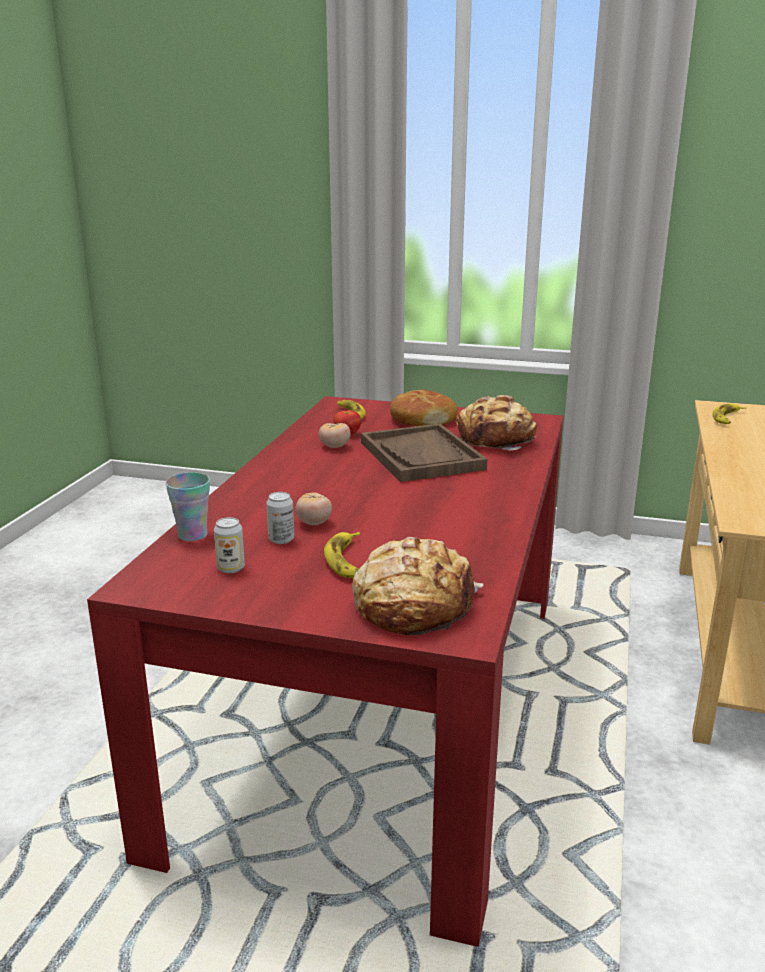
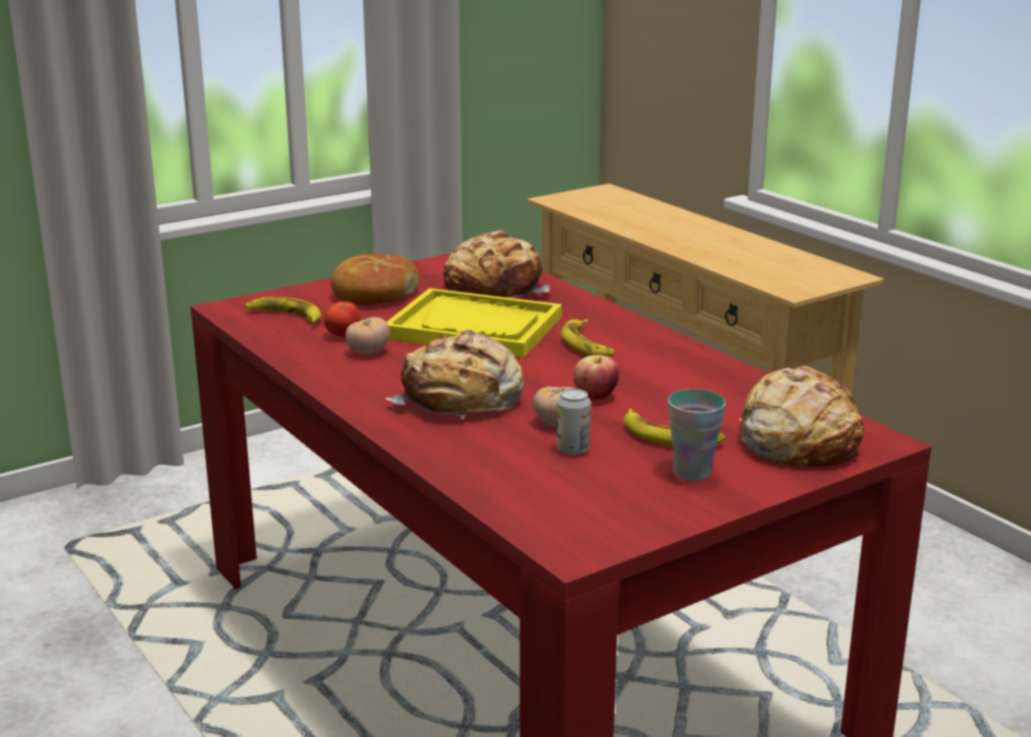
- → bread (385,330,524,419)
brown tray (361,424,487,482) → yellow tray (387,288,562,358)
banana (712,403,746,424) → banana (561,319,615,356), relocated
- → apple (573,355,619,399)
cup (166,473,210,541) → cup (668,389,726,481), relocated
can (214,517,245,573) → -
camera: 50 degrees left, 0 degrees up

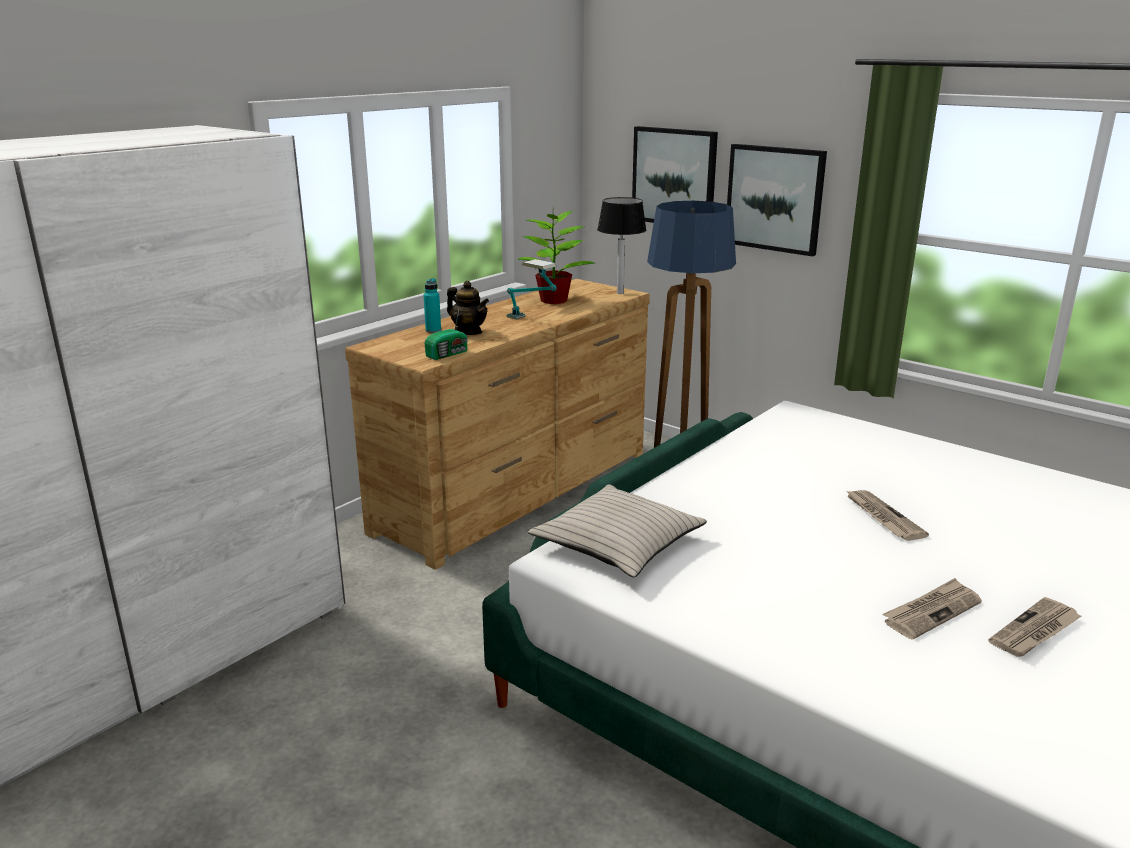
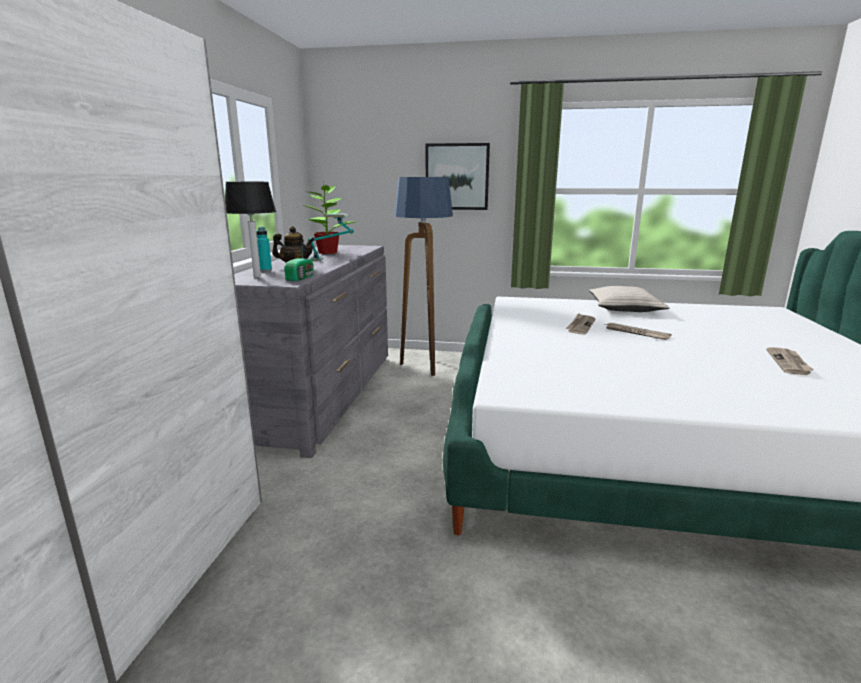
table lamp (597,197,647,294) → table lamp (225,182,276,278), relocated
brown dresser (345,279,650,570) → grey dresser (234,245,388,458)
newspaper (882,578,982,640) → newspaper (565,313,595,335), relocated
beige pillow (528,485,707,578) → beige pillow (589,286,669,312), relocated
picture (632,126,718,223) → -
camera: 30 degrees left, 5 degrees down

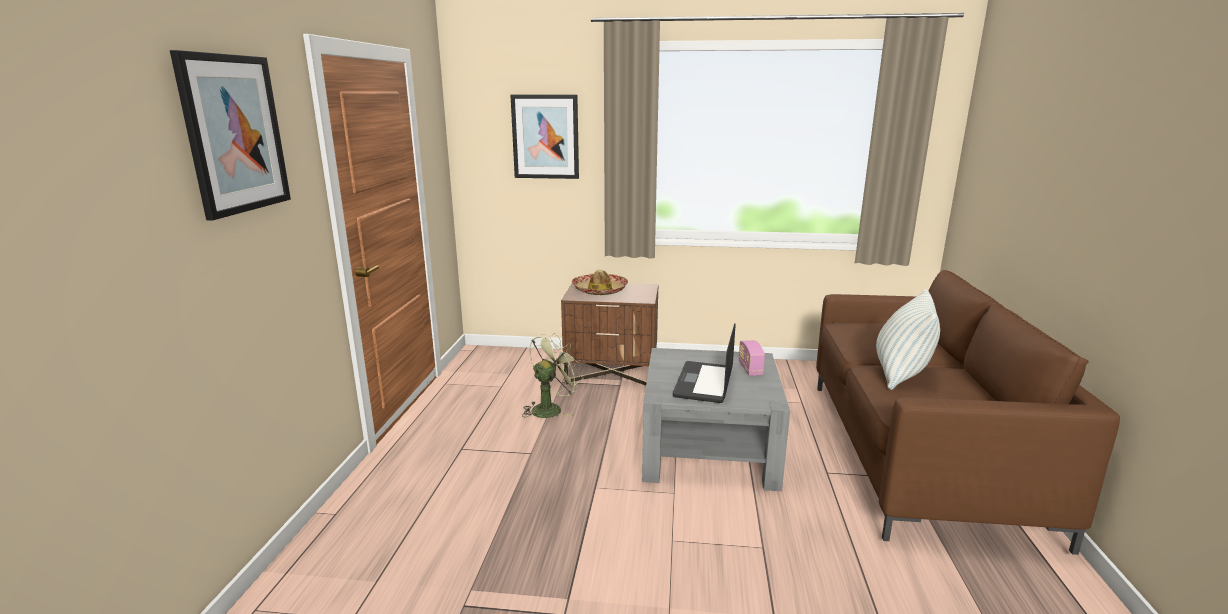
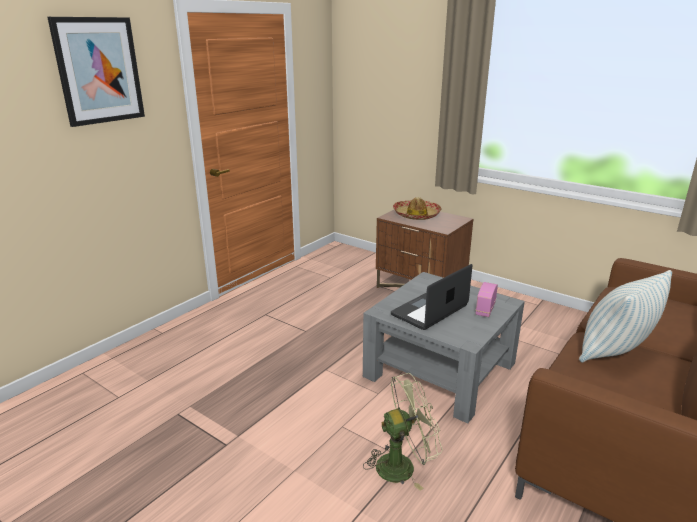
green fan (522,333,583,418) → green fan (363,373,443,491), relocated
picture (510,95,579,179) → -
camera: 30 degrees right, 5 degrees up

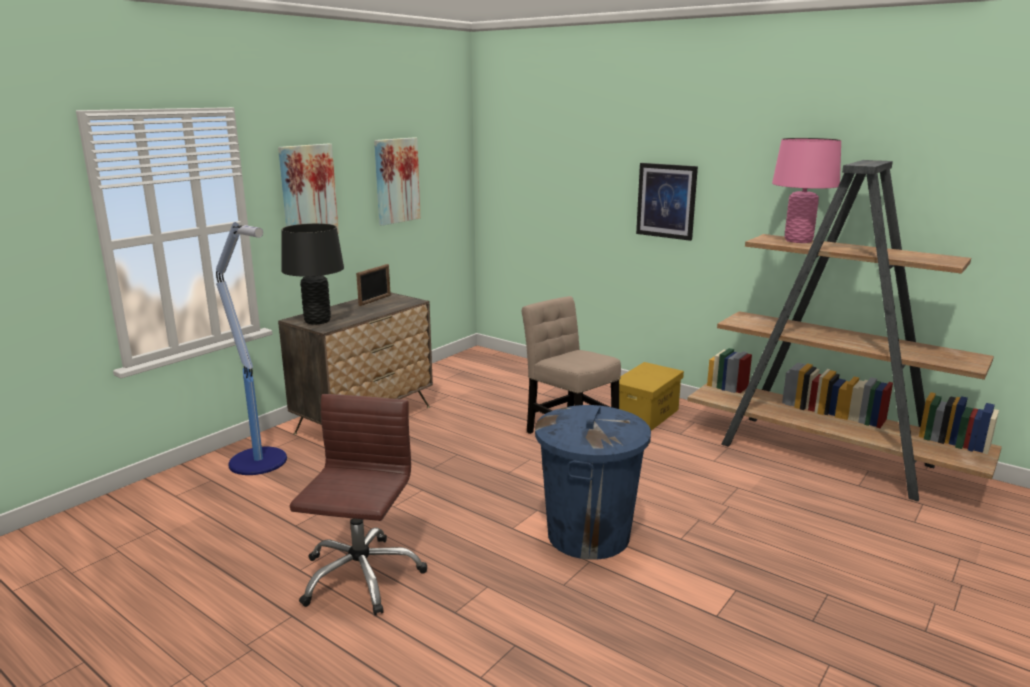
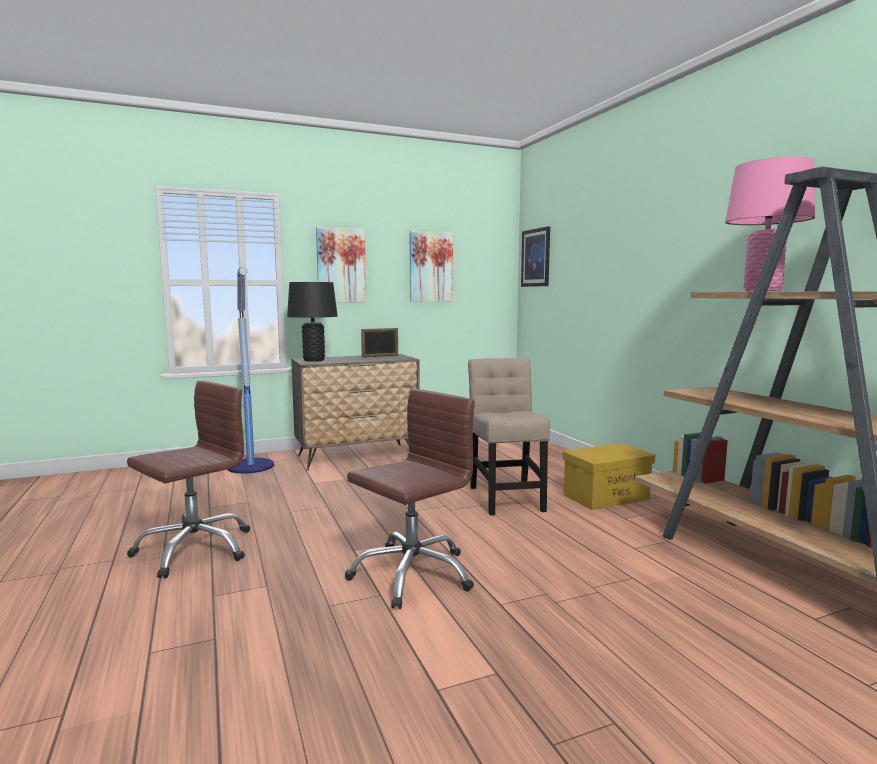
blue trash can (535,405,651,560) → brown office chair (345,389,475,609)
picture (636,163,698,241) → picture (521,226,550,287), relocated
camera: 30 degrees right, 10 degrees down

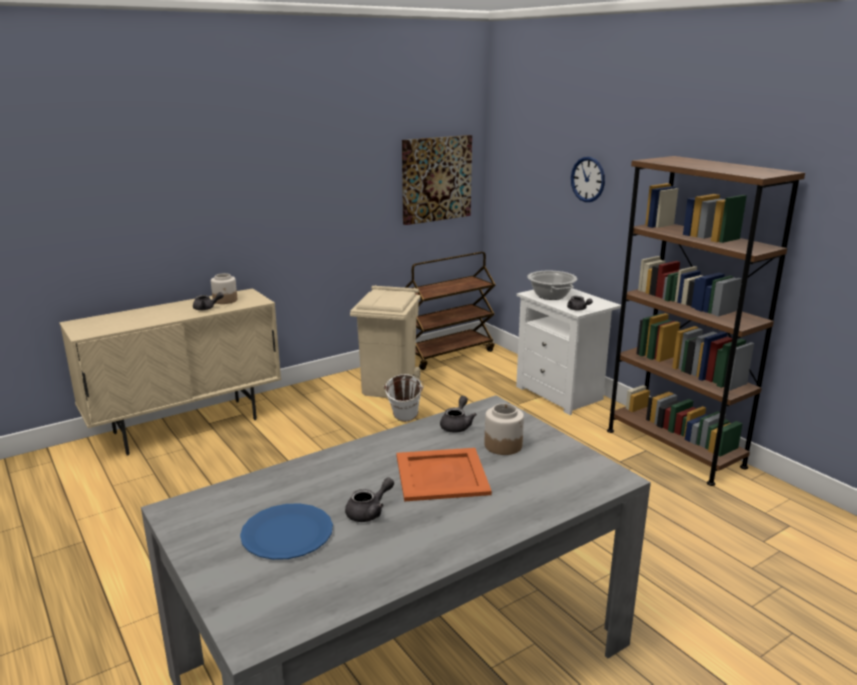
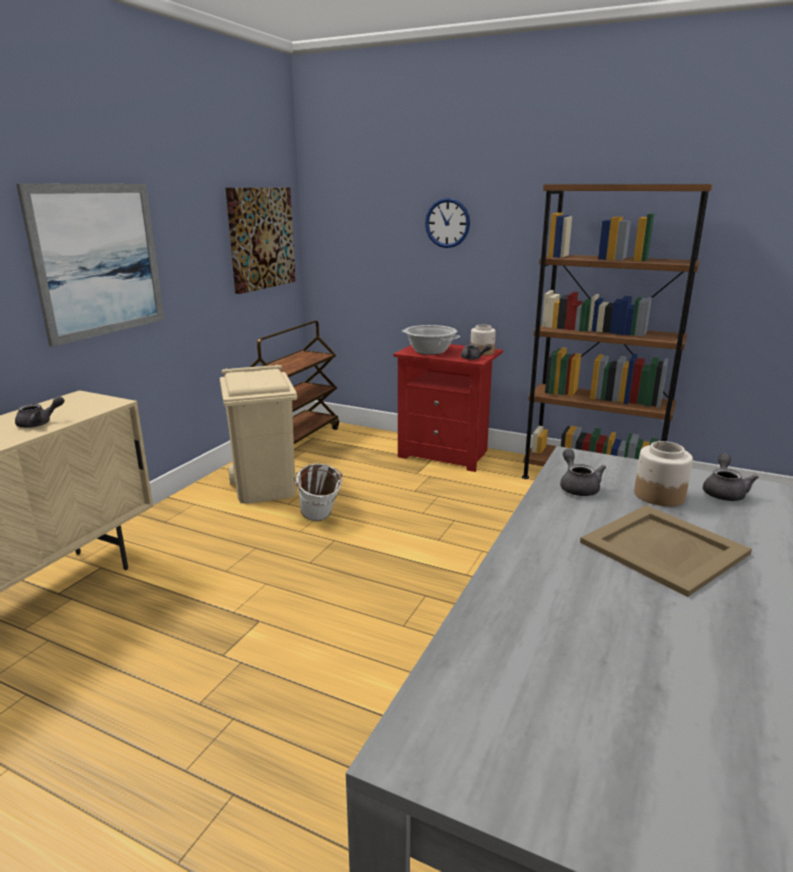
- → picture (16,183,164,347)
white nightstand (516,288,621,415) → red nightstand (394,344,503,472)
jar (211,273,237,304) → jar (470,325,496,355), relocated
orange tray (396,448,492,502) → beige tray (580,505,752,597)
grey teapot (345,477,394,522) → grey teapot (703,453,759,501), relocated
blue plate (240,503,333,560) → -
camera: 30 degrees left, 0 degrees up

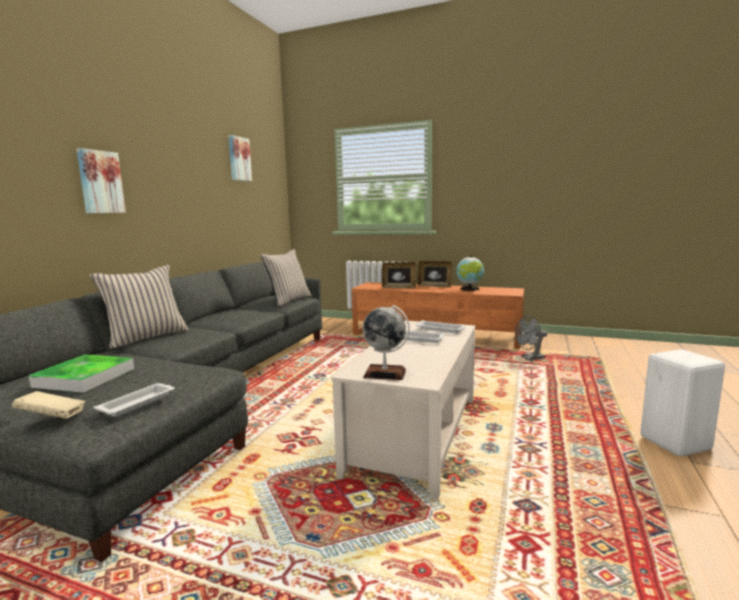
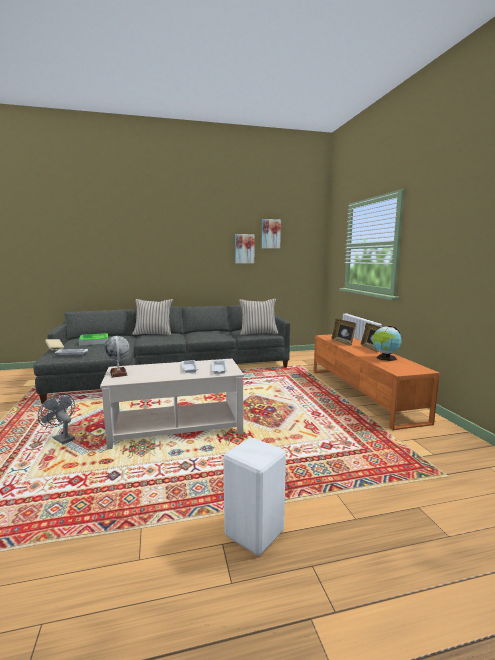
grey fan (515,315,548,361) → grey fan (38,394,75,444), relocated
picture (77,148,126,213) → picture (235,234,254,263), relocated
camera: 55 degrees right, 0 degrees up

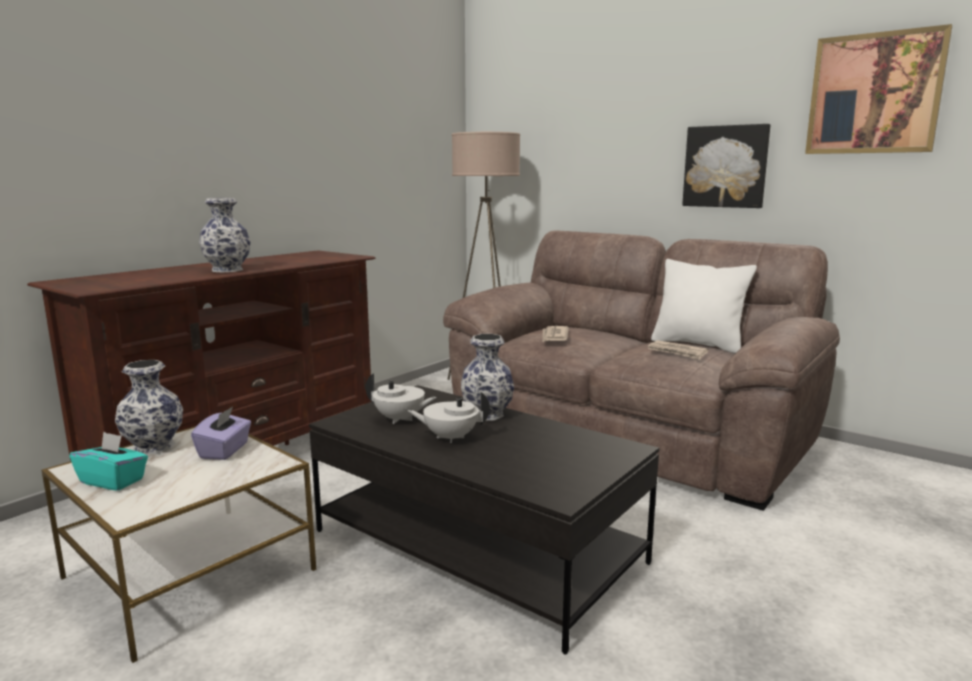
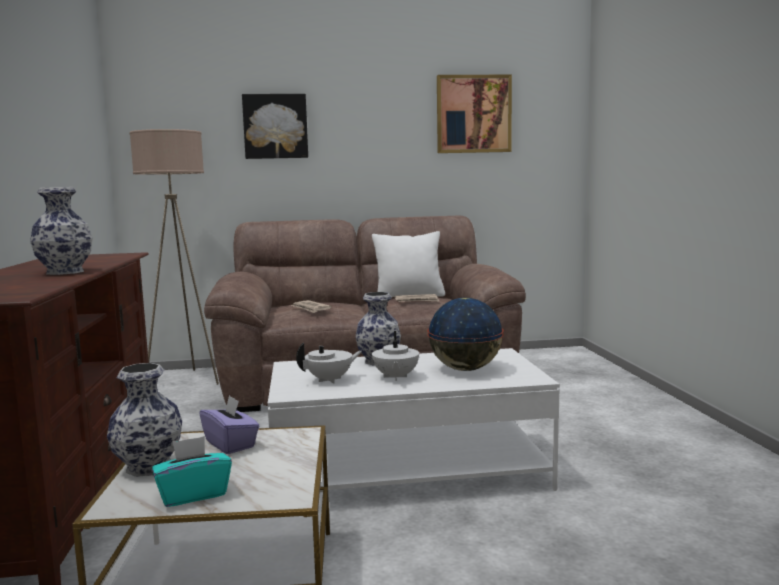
picture (682,124,771,208) → picture (242,94,308,159), relocated
black coffee table (309,385,659,655) → white coffee table (268,348,560,491)
white teapot (407,391,490,443) → white teapot (372,331,419,381), 45 degrees counterclockwise
- → globe (427,298,504,371)
camera: 45 degrees left, 5 degrees down

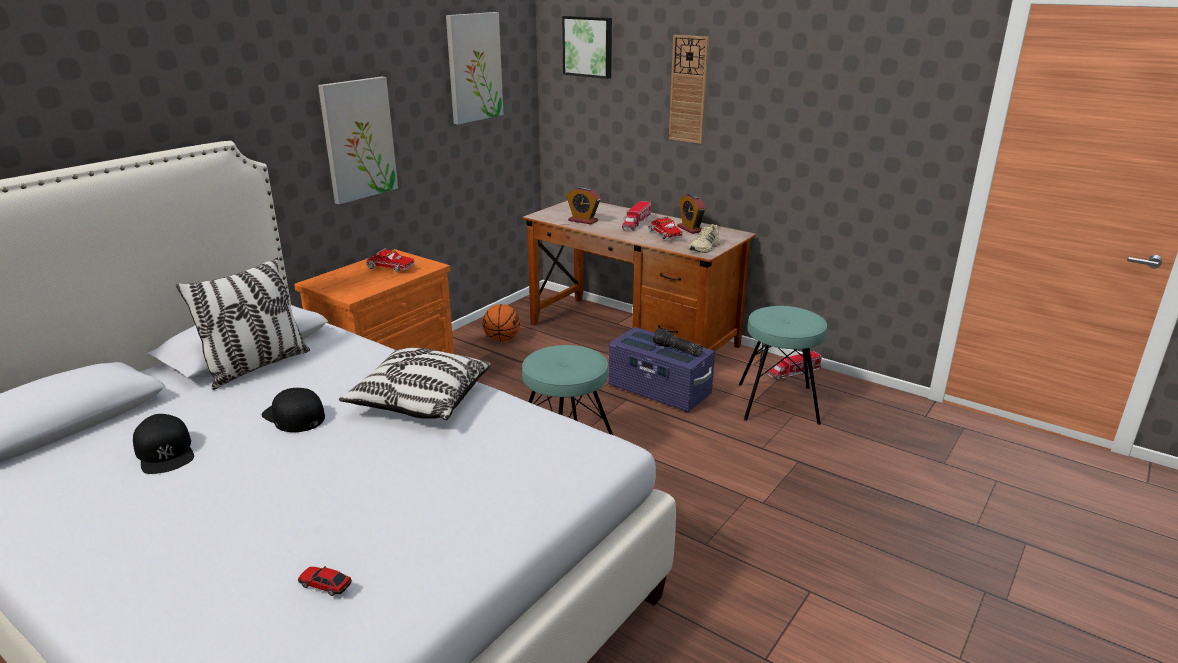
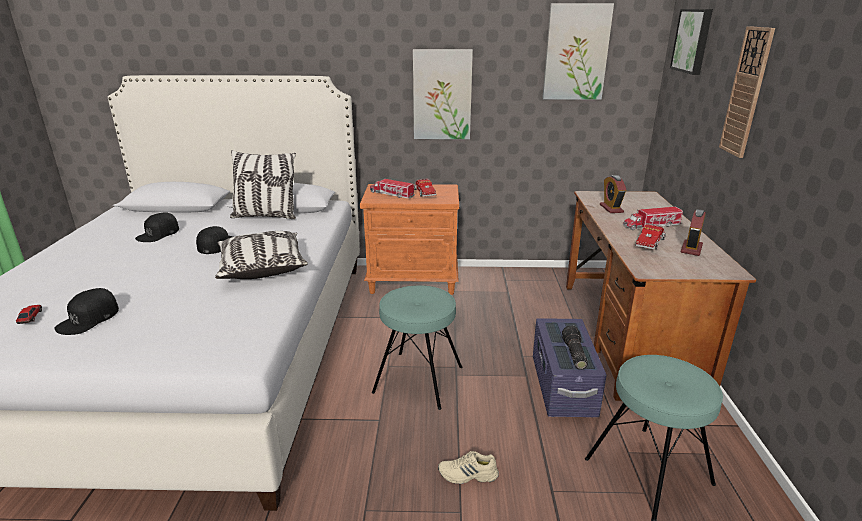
- → black cap (54,288,119,335)
toy truck (768,351,822,380) → toy truck (370,178,415,198), relocated
beige shoe (689,224,720,253) → beige shoe (438,451,499,484), relocated
basketball (483,304,520,341) → -
camera: 55 degrees right, 0 degrees up

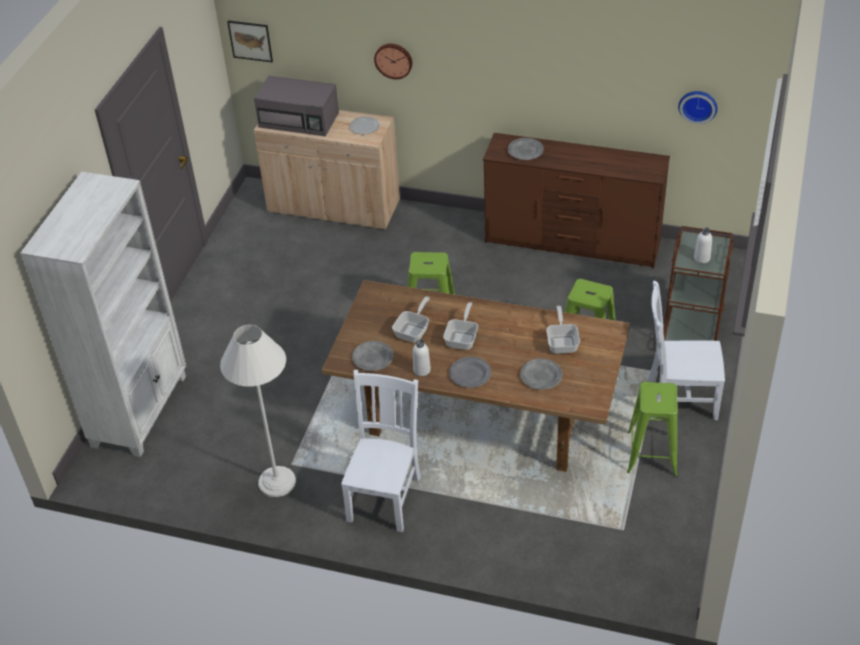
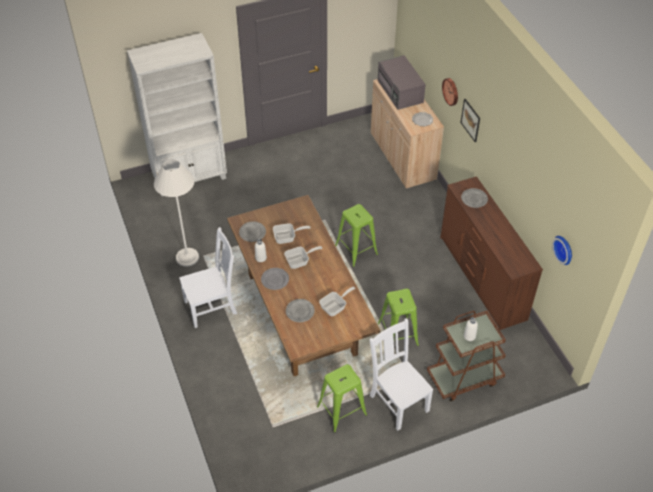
picture (227,20,273,62) → picture (461,99,480,142), relocated
camera: 50 degrees right, 5 degrees up

